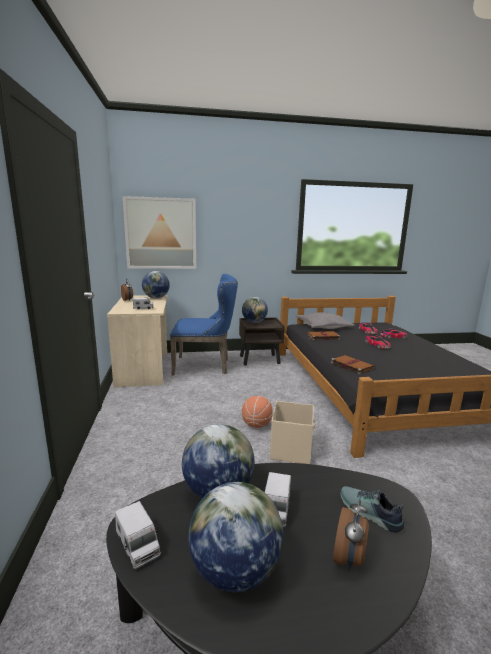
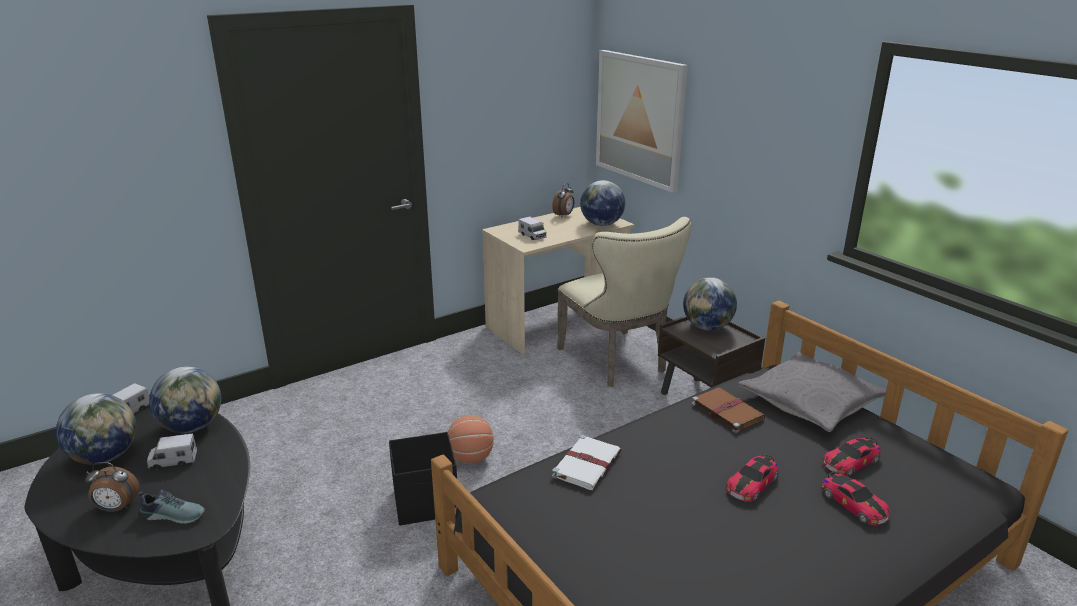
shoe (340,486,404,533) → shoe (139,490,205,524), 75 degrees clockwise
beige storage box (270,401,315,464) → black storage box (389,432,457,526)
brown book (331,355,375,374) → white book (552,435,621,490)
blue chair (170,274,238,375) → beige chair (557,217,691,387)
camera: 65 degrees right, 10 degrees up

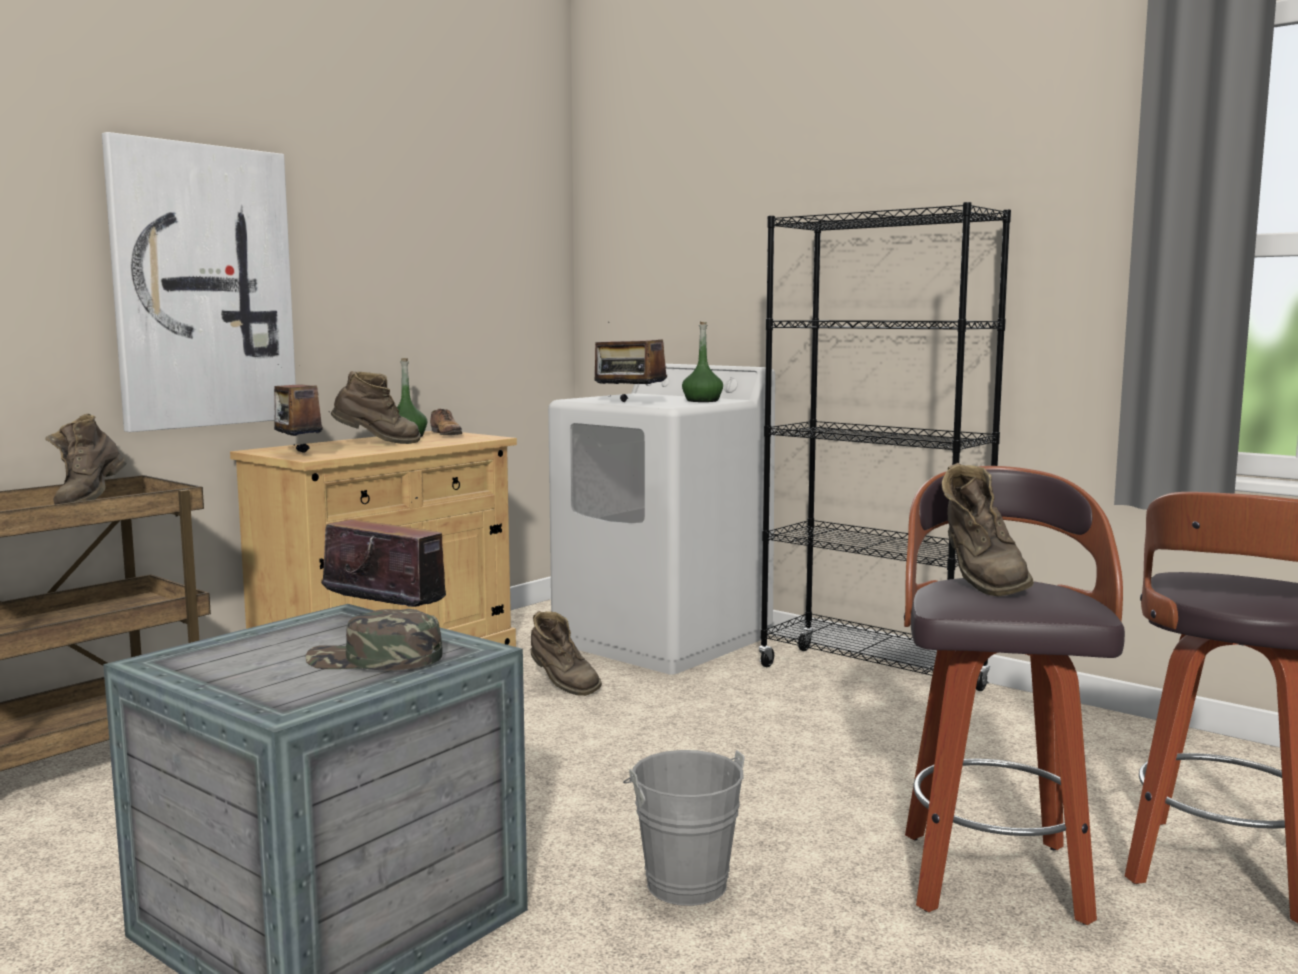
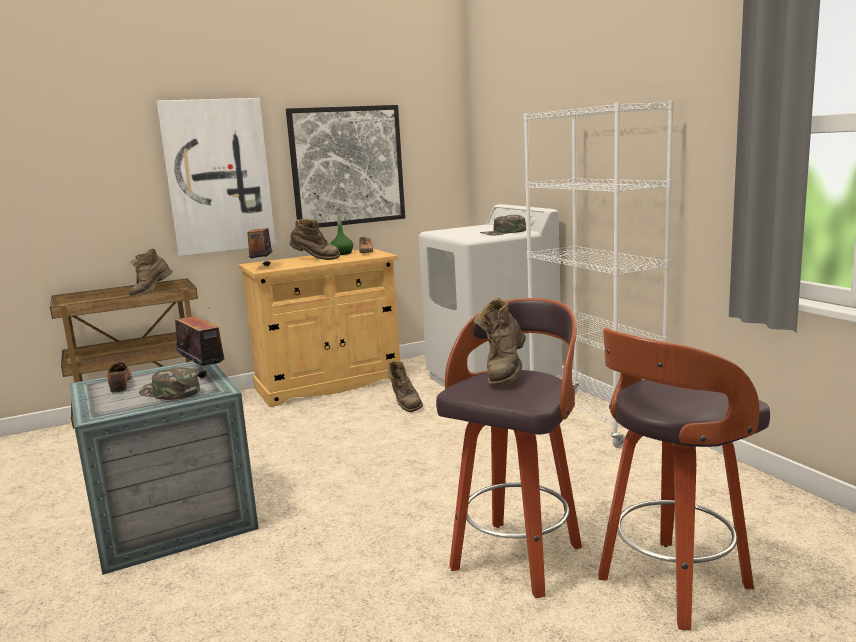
- → shoe (108,361,132,393)
- → picture (286,105,405,228)
green bottle (682,321,723,402) → green cap (480,215,526,236)
black bookcase (759,202,1011,691) → white bookcase (524,100,674,448)
radio (588,322,667,402) → -
grey bucket (623,750,745,906) → -
camera: 25 degrees right, 5 degrees up

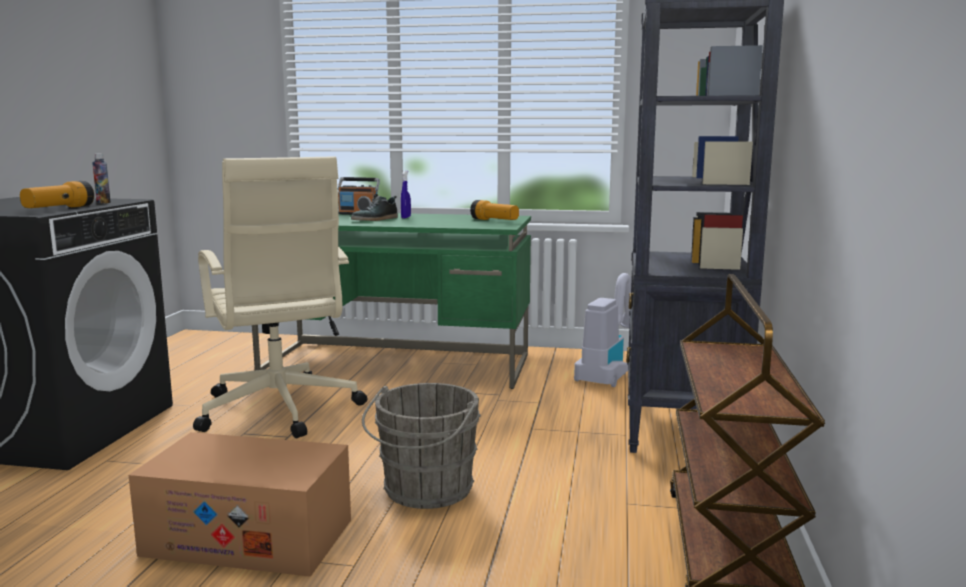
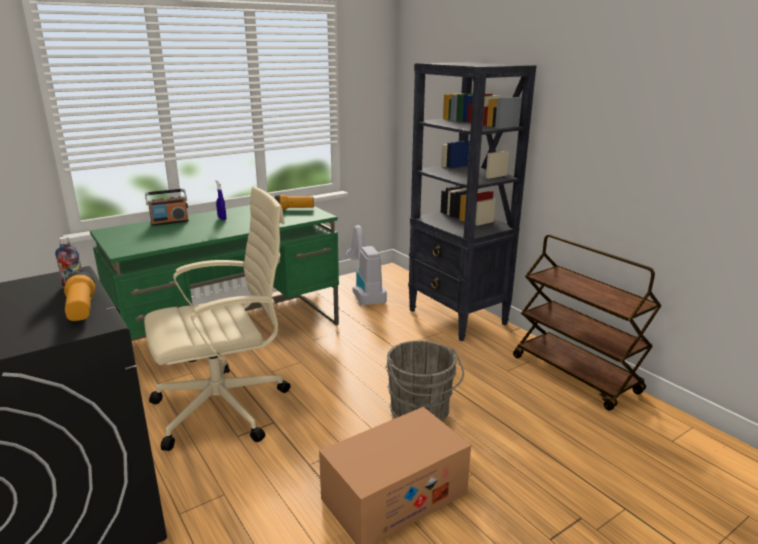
beige office chair (193,157,367,438) → beige office chair (144,186,291,451), 45 degrees counterclockwise
shoe (351,196,398,221) → -
camera: 45 degrees left, 10 degrees up

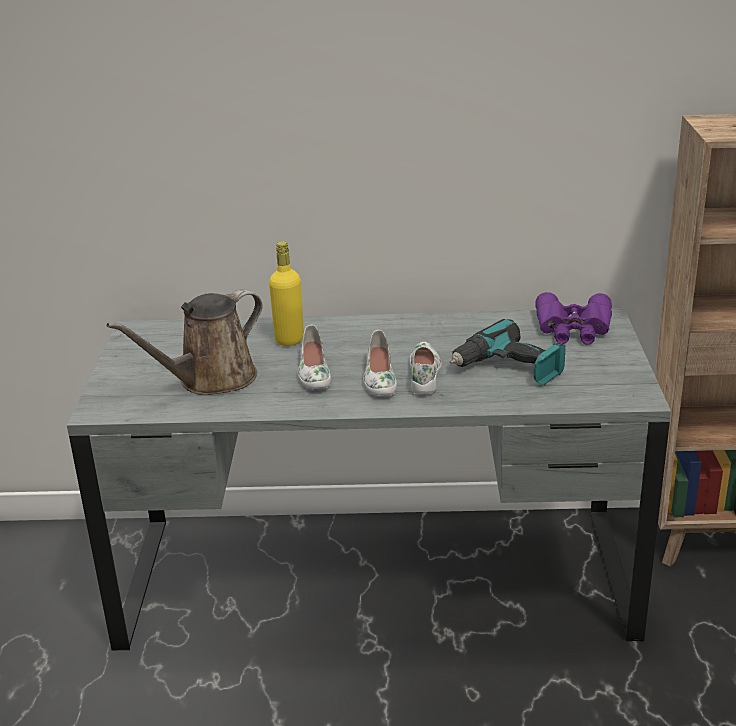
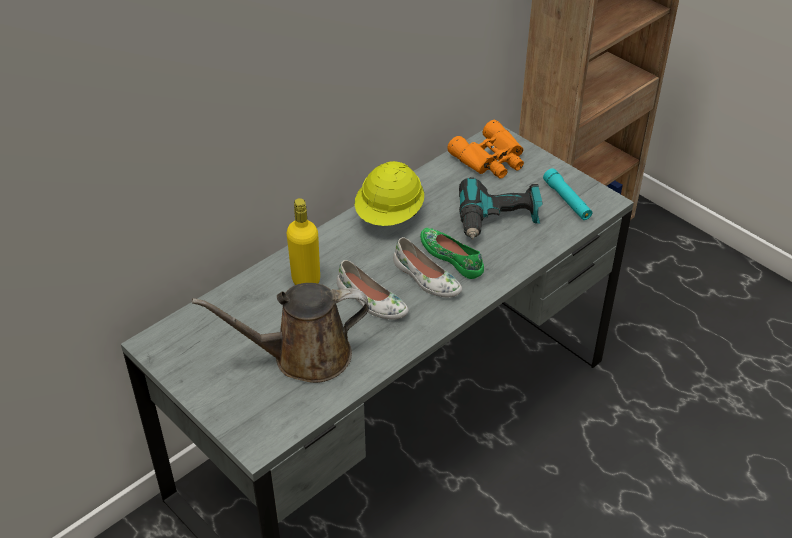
brown watering can (107,290,263,395) → brown watering can (192,283,369,383), 75 degrees clockwise
- → yellow hard hat (354,161,424,226)
white shoe (409,342,442,394) → green shoe (420,228,484,279)
purple binoculars (535,292,612,345) → orange binoculars (447,120,524,179)
- → turquoise flashlight (543,168,592,220)
camera: 45 degrees left, 15 degrees up

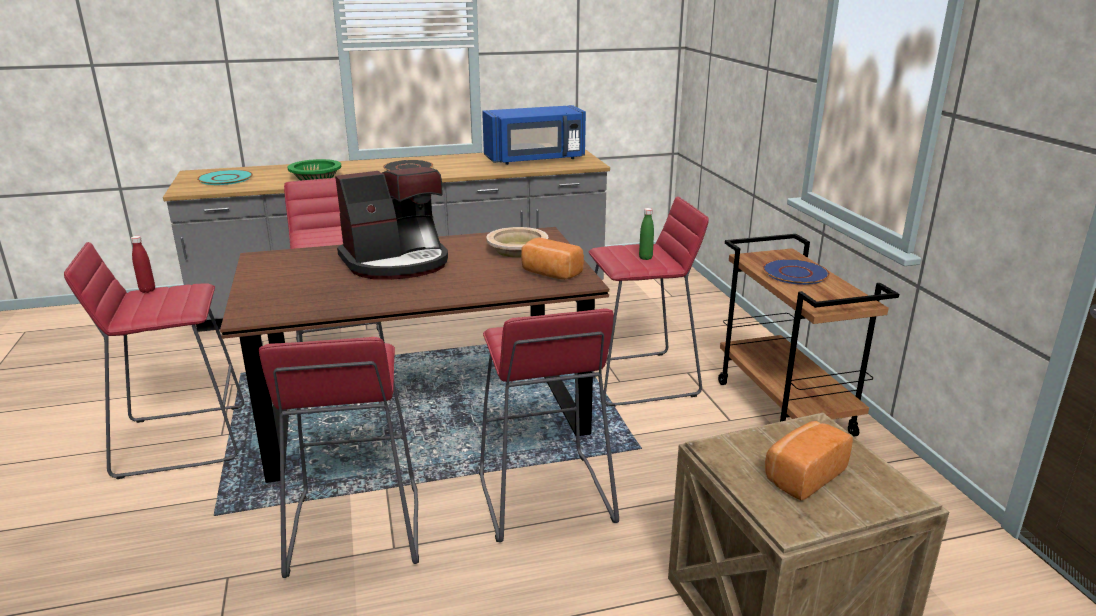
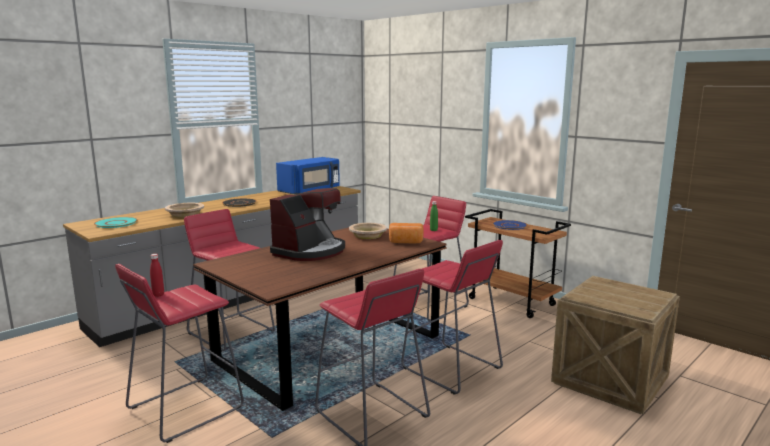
green bowl (288,159,341,180) → beige bowl (165,203,204,218)
bread (765,421,853,501) → -
camera: 30 degrees left, 10 degrees down

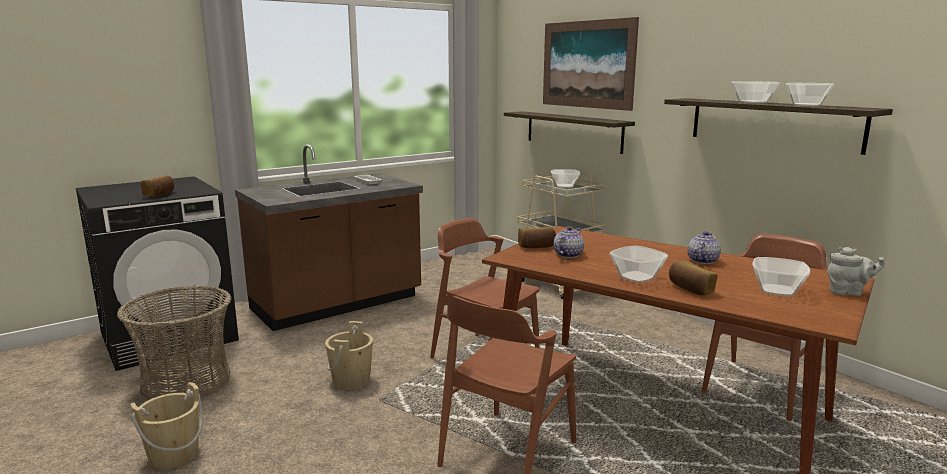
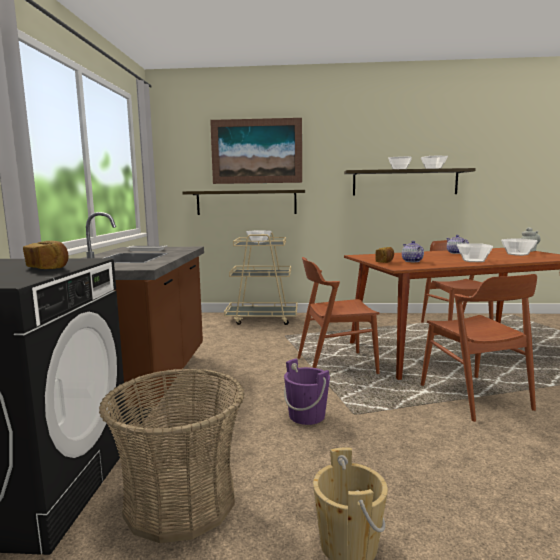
beige bucket (325,321,373,390) → purple bucket (284,359,330,425)
bread (669,260,717,296) → -
camera: 50 degrees left, 5 degrees down

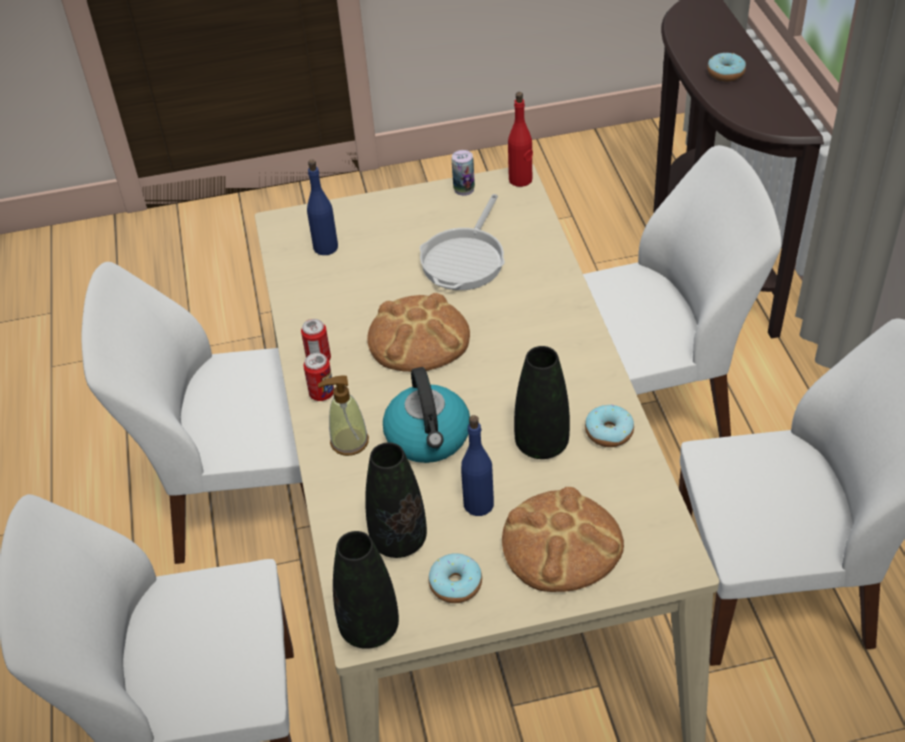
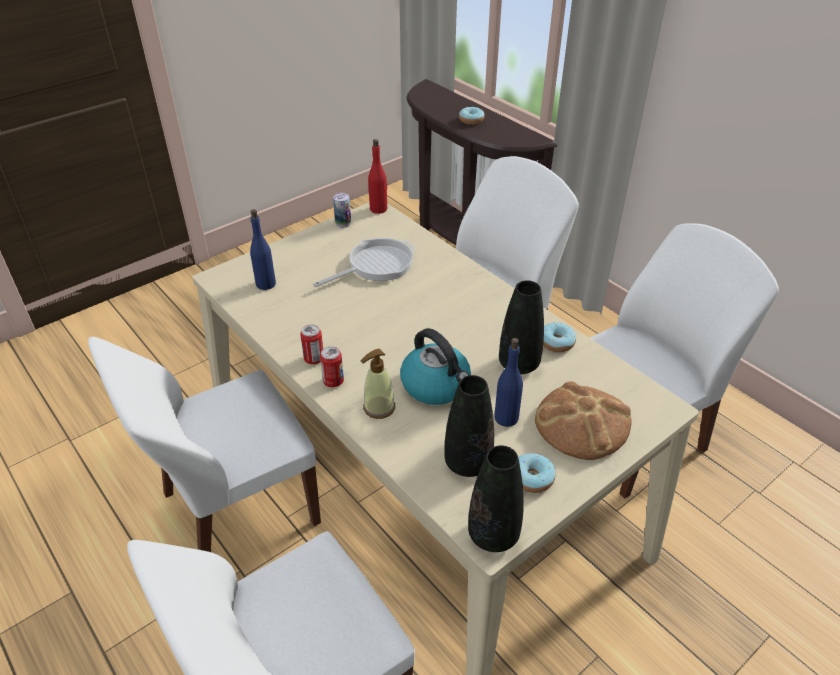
frying pan (420,194,505,290) → frying pan (313,238,415,287), 120 degrees counterclockwise
bread (367,293,470,372) → -
camera: 30 degrees left, 5 degrees down

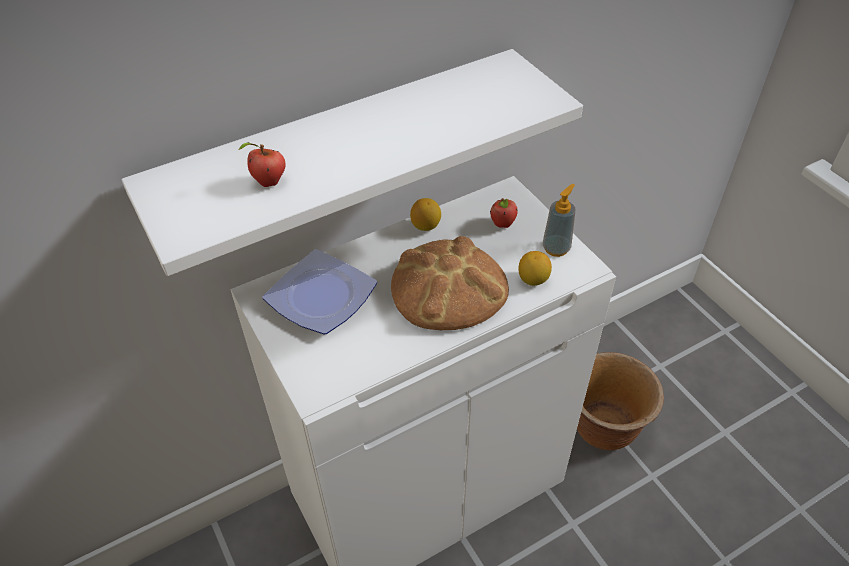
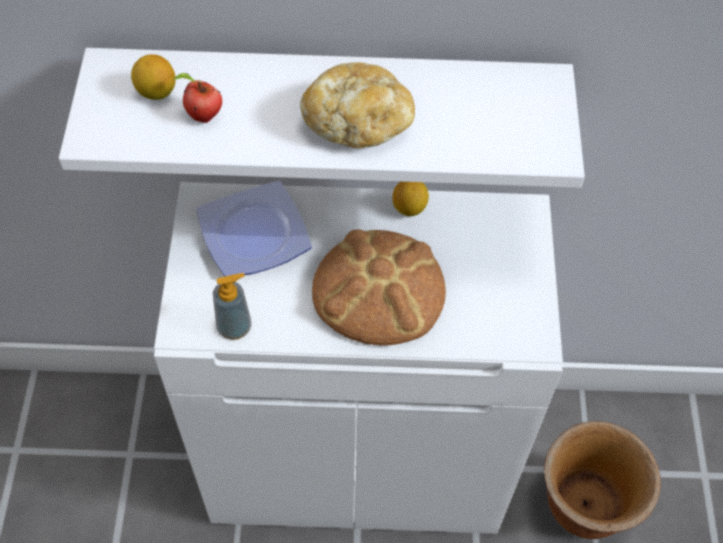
lemon (518,251,552,286) → lemon (131,54,176,100), relocated
soap dispenser (543,184,575,257) → soap dispenser (213,273,251,340), relocated
- → bread (300,62,415,148)
apple (490,198,518,228) → -
camera: 30 degrees right, 10 degrees up

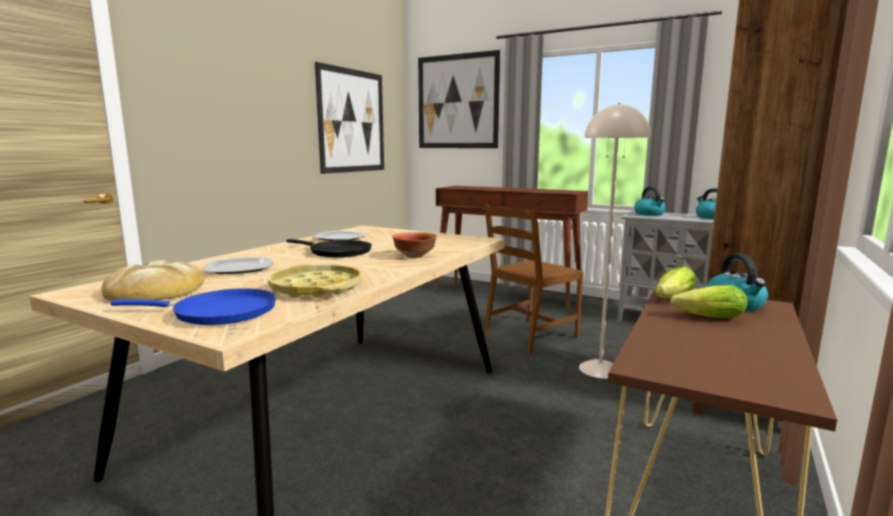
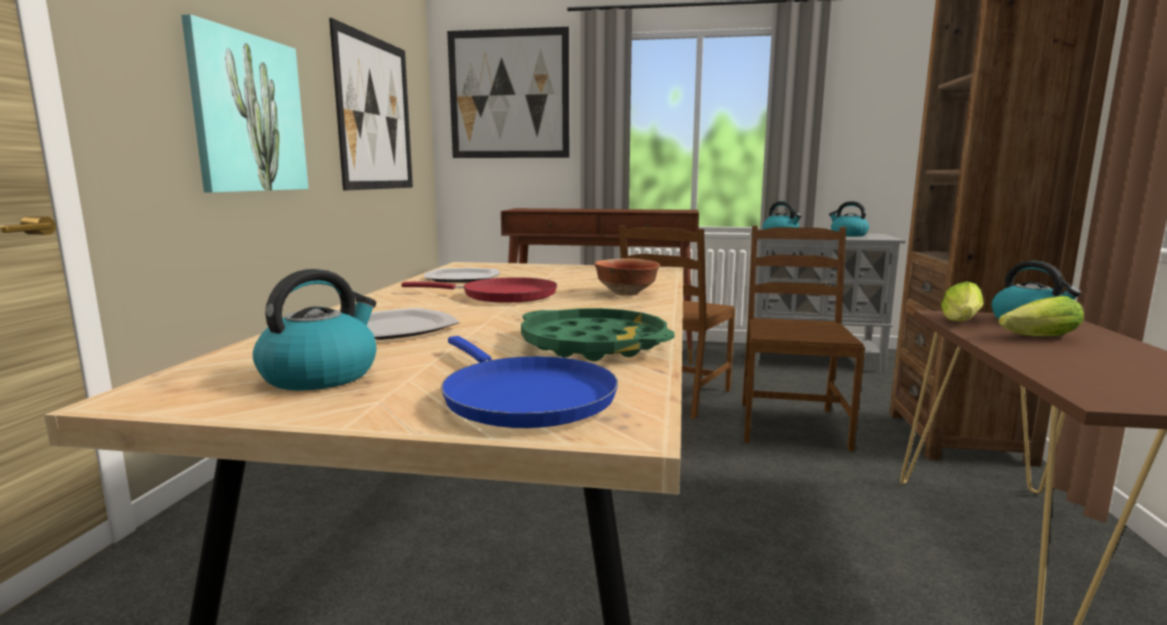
- → picture (181,14,309,193)
bread (102,260,204,301) → kettle (253,269,376,391)
black frying pan (286,239,372,257) → red frying pan (401,277,557,303)
blue frying pan (111,288,276,325) → blue frying pan (441,336,618,428), 75 degrees clockwise
yellow tray (268,264,362,298) → green tray (521,308,675,361)
beige floor lamp (579,103,650,379) → brown chair (742,226,865,451)
camera: 20 degrees left, 0 degrees up

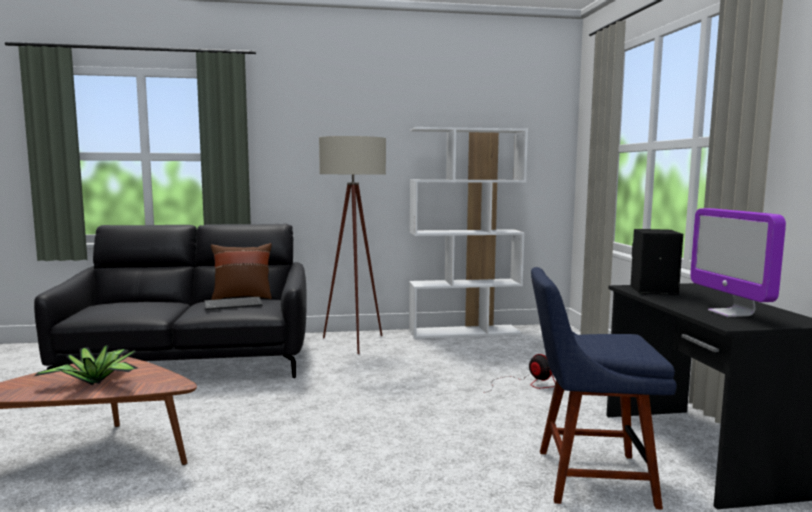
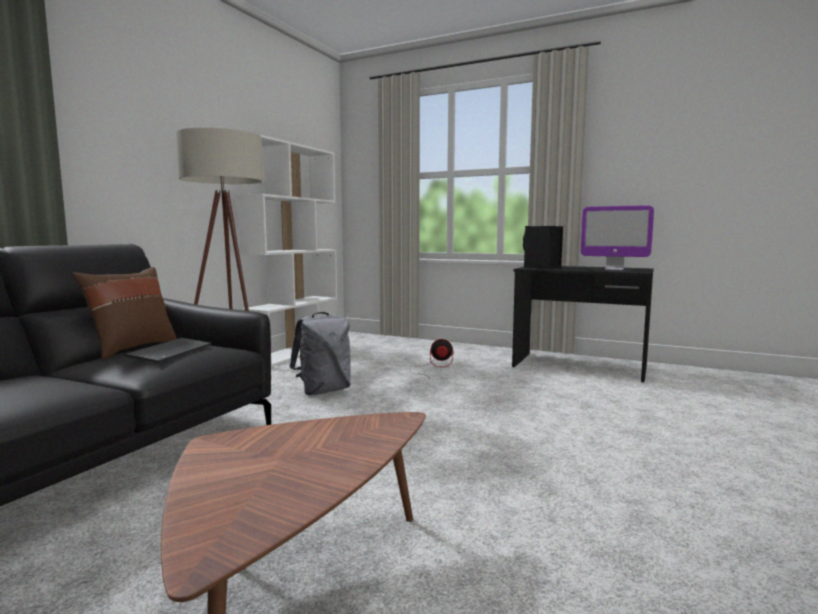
- → grey backpack (289,312,351,395)
potted plant (33,346,137,385) → -
blue chair (531,267,677,510) → -
camera: 55 degrees left, 0 degrees up

